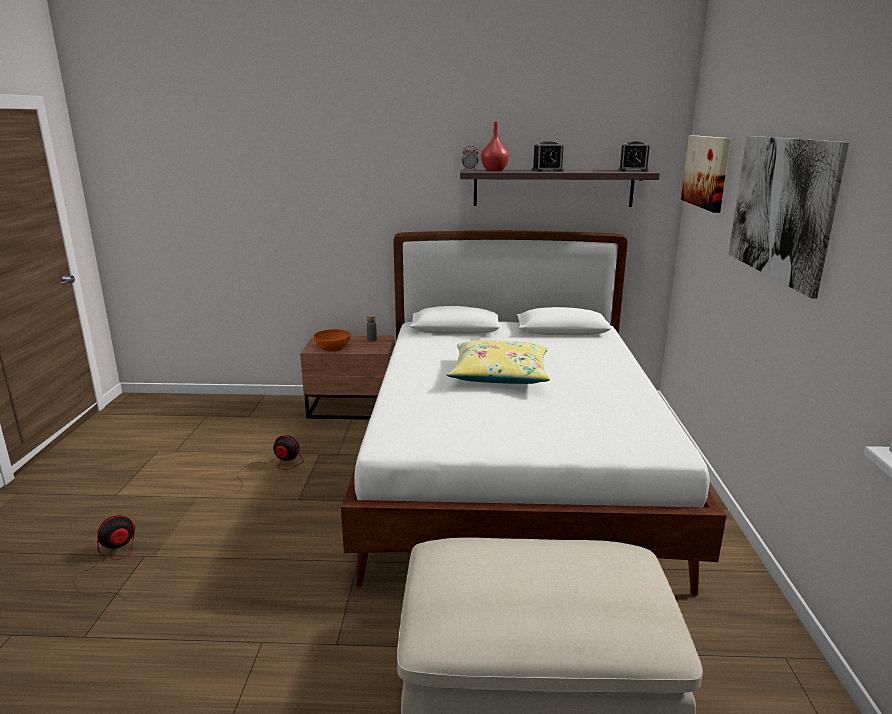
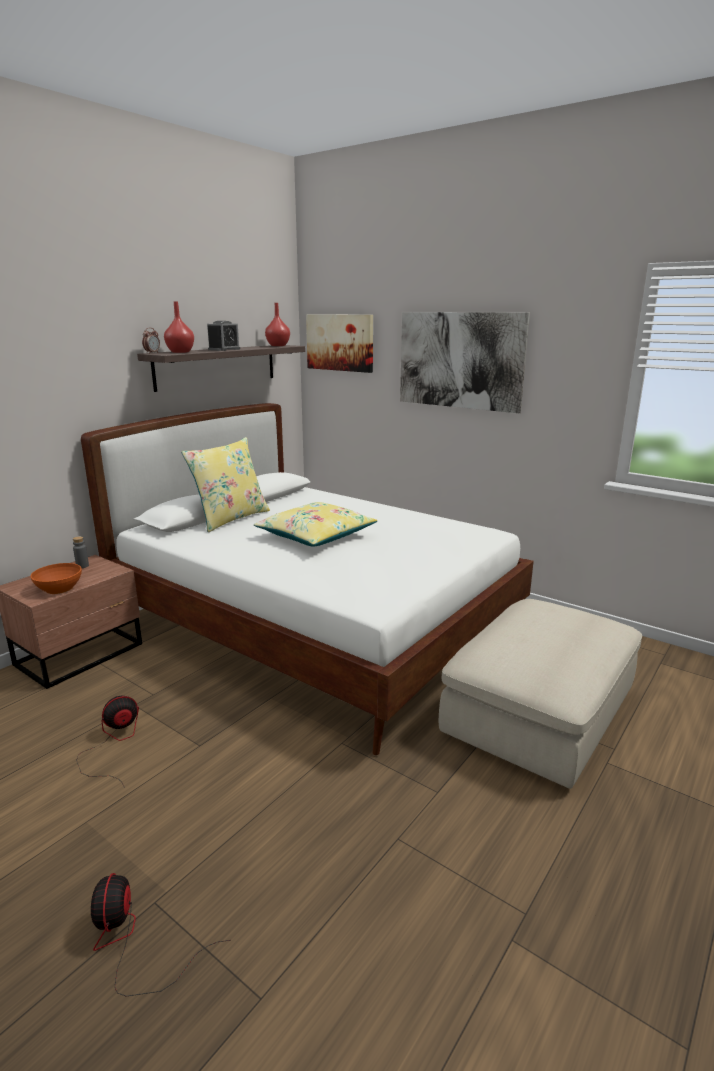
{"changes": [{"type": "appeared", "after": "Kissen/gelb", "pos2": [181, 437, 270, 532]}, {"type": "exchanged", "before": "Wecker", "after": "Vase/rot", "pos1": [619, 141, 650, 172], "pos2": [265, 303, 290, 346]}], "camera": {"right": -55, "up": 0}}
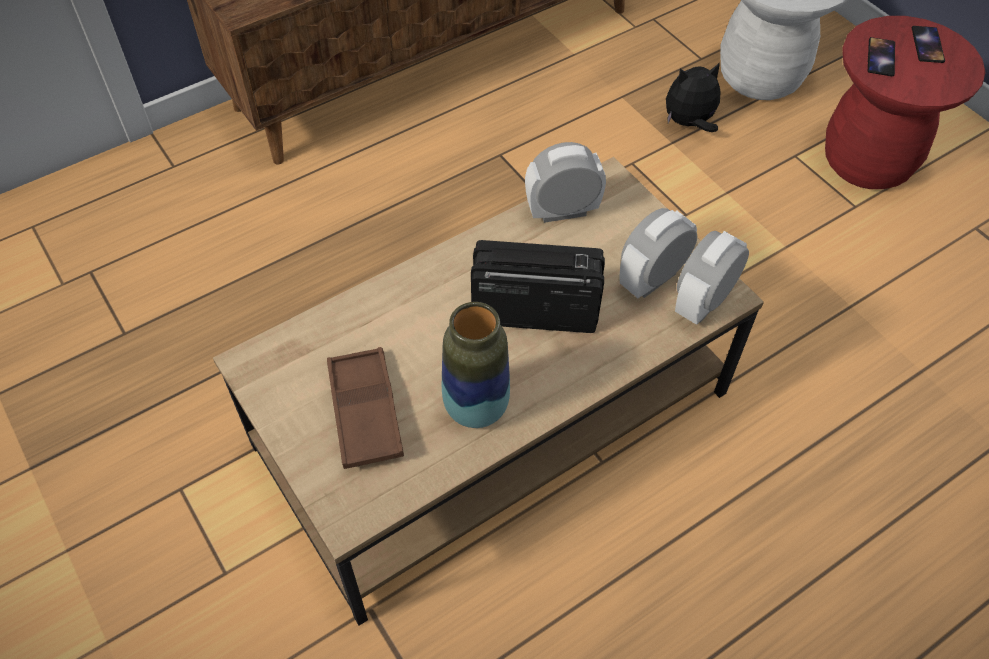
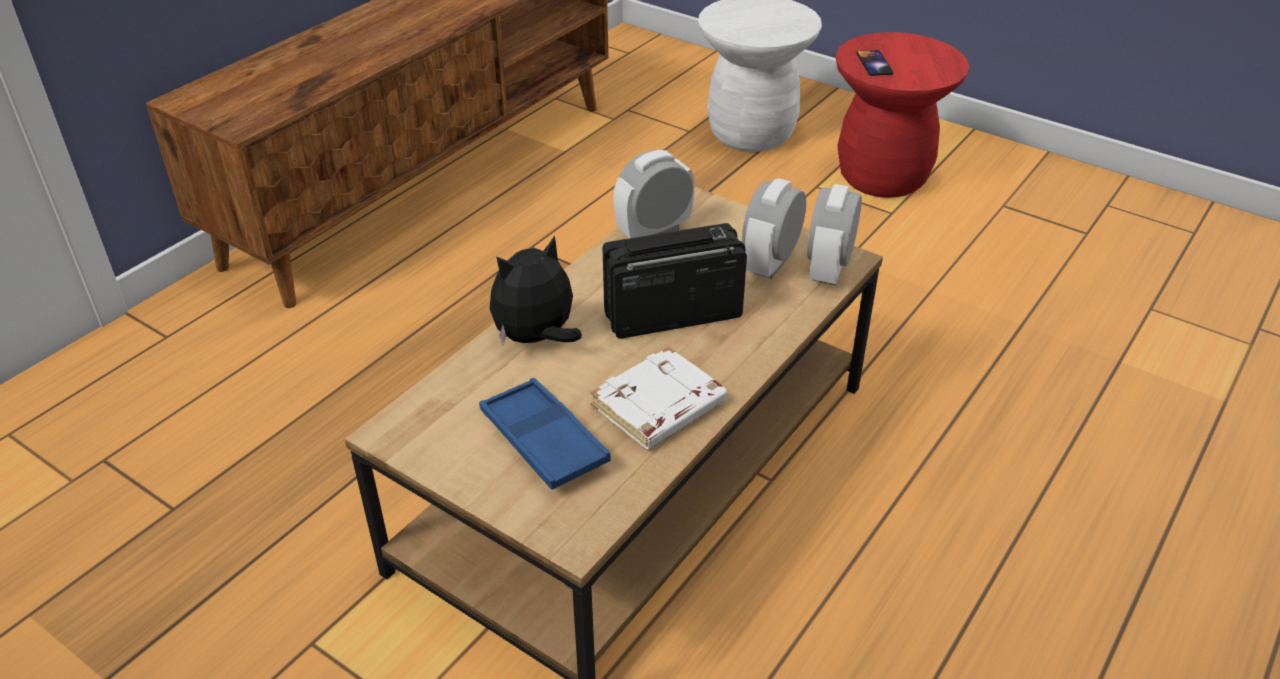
{"changes": [{"type": "missing", "before": "Handy", "pos1": [912, 26, 945, 63]}, {"type": "relocated", "before": "Plüschtier", "pos1": [666, 62, 721, 132], "pos2": [490, 235, 582, 345]}, {"type": "exchanged", "before": "Vase", "after": "Buch/weiß", "pos1": [442, 302, 510, 428], "pos2": [590, 346, 727, 449]}, {"type": "colour", "before": "Tablett/braun", "after": "Tablett/blau", "pos1": [327, 347, 404, 469], "pos2": [479, 378, 611, 490]}], "camera": {"right": -20, "up": -15}}
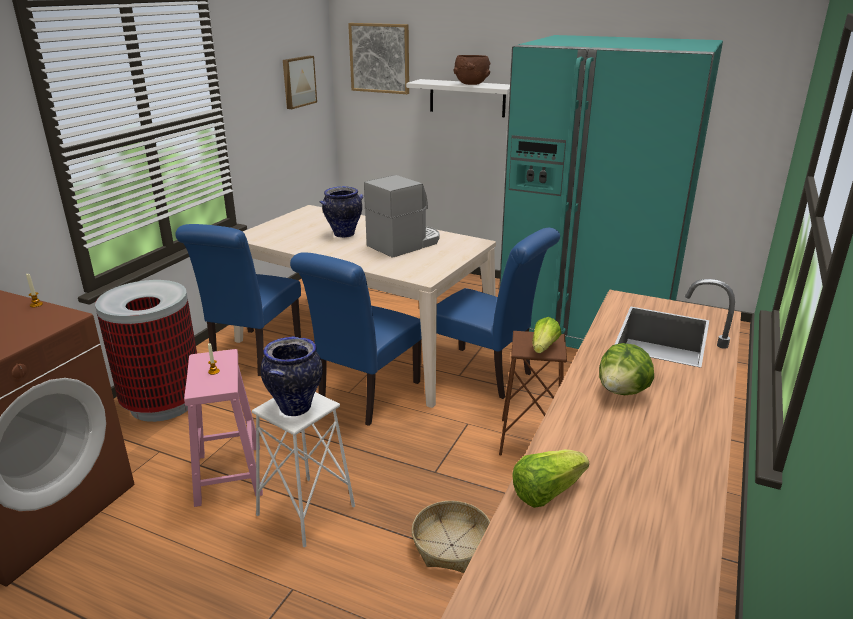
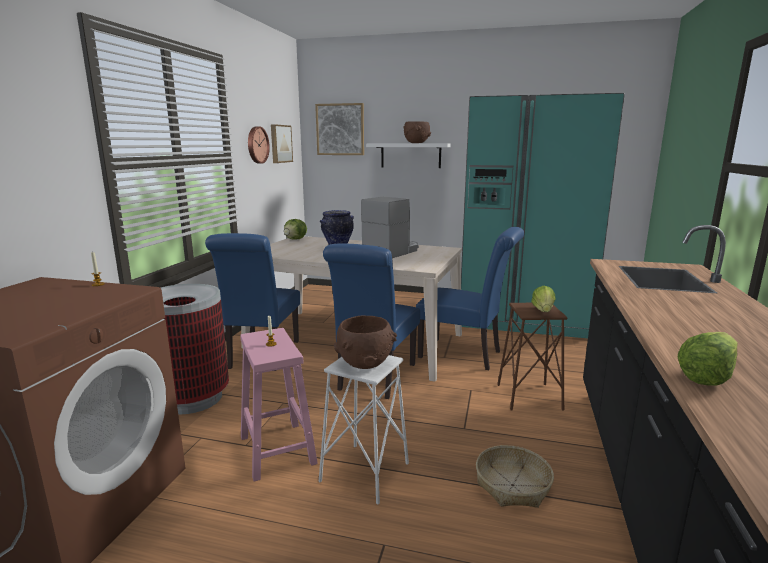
{"changes": [{"type": "appeared", "after": "Wanduhr", "pos2": [248, 127, 270, 164]}, {"type": "relocated", "before": "Salatkopf", "pos1": [599, 343, 654, 395], "pos2": [284, 219, 307, 240]}, {"type": "exchanged", "before": "Vase", "after": "Schüssel/braun", "pos1": [260, 337, 323, 416], "pos2": [334, 316, 397, 369]}], "camera": {"right": -10, "up": -10}}
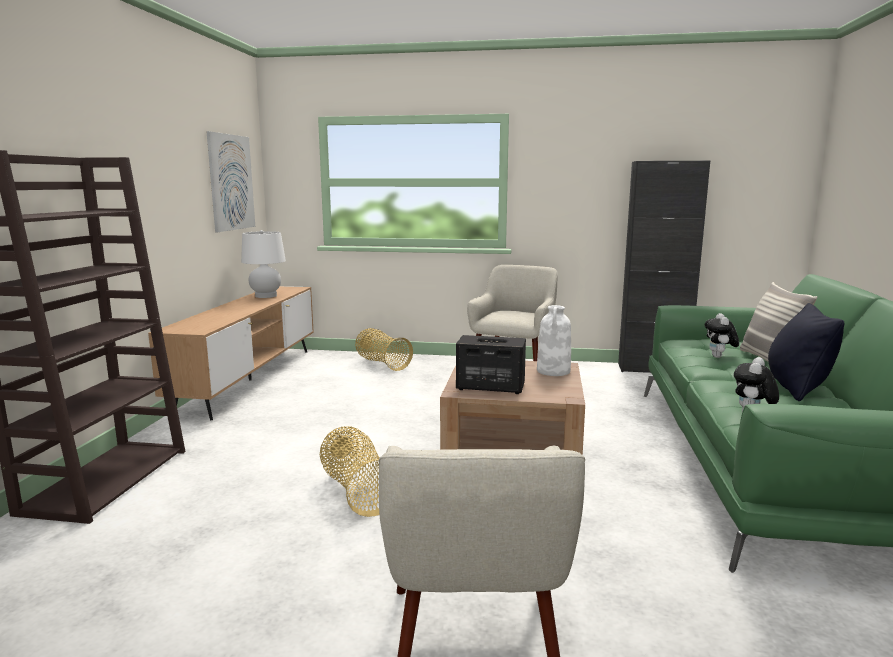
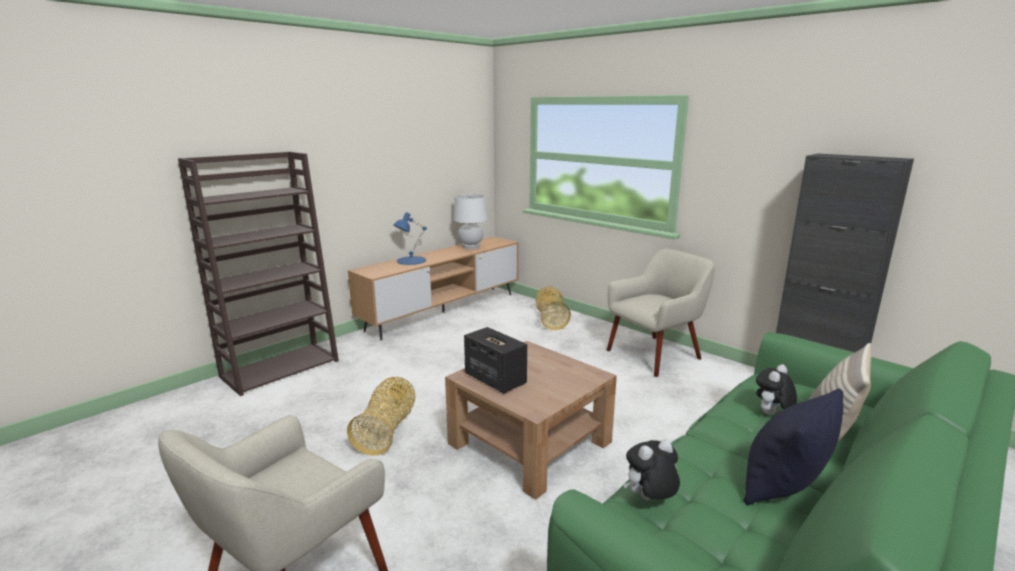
{"changes": [{"type": "missing", "before": "Bild", "pos1": [206, 131, 255, 232]}, {"type": "missing", "before": "Vase/weiß", "pos1": [537, 305, 571, 376]}, {"type": "appeared", "after": "Tischlampe/blau", "pos2": [393, 212, 427, 265]}], "camera": {"right": 35, "up": 5}}
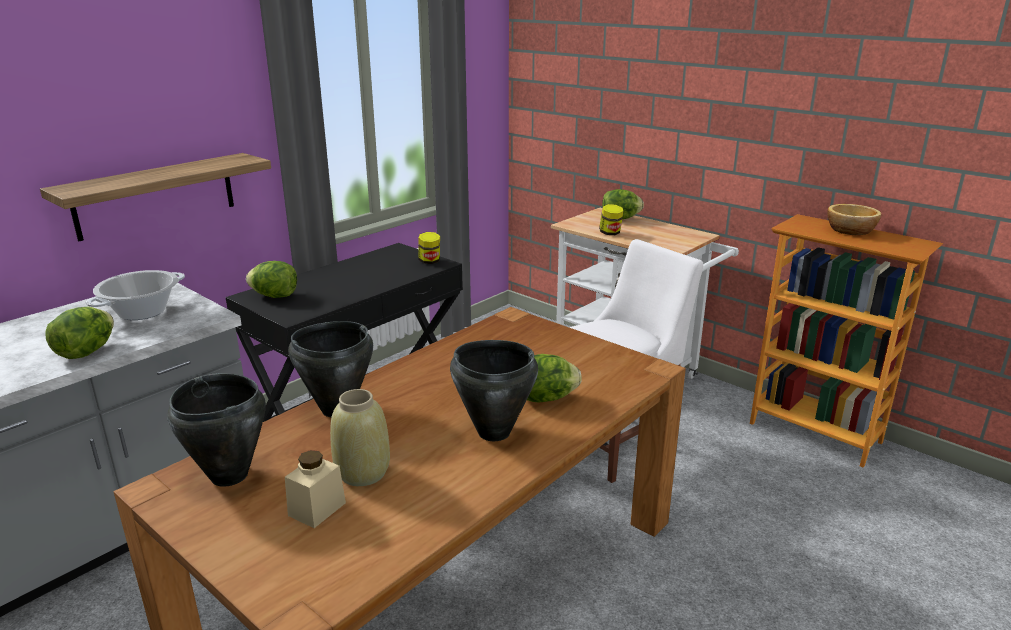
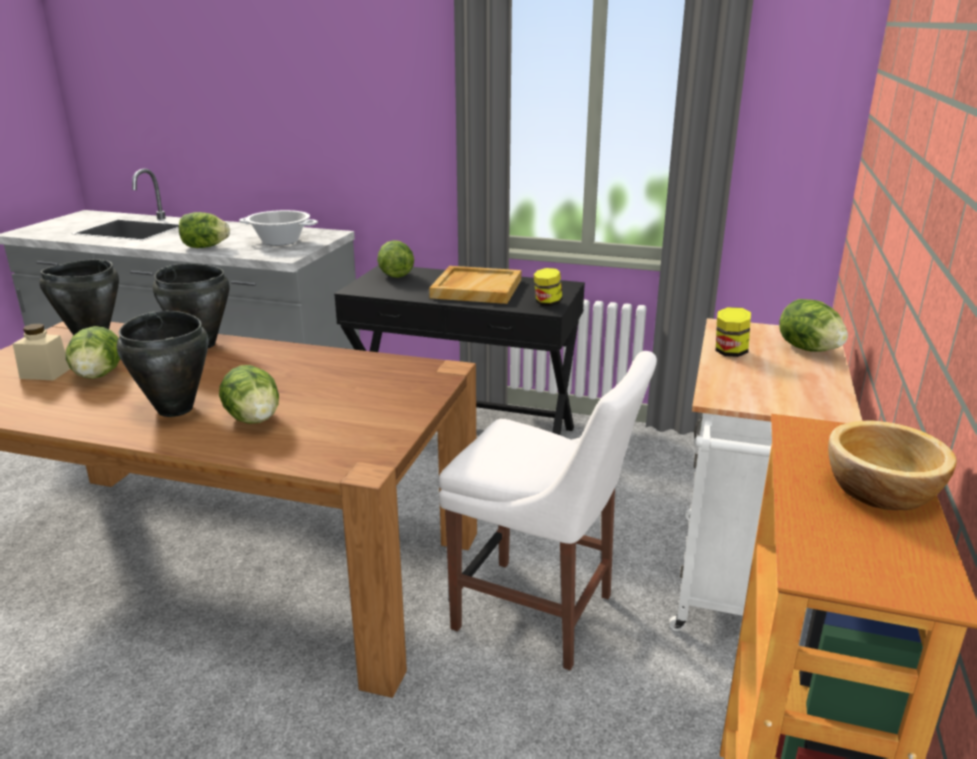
{"changes": [{"type": "missing", "before": "Wandregal", "pos1": [40, 153, 271, 241]}, {"type": "appeared", "after": "Tablett/beige", "pos2": [429, 266, 521, 304]}, {"type": "exchanged", "before": "Vase/beige", "after": "Salatkopf", "pos1": [330, 389, 390, 486], "pos2": [66, 326, 120, 379]}], "camera": {"right": 65, "up": 0}}
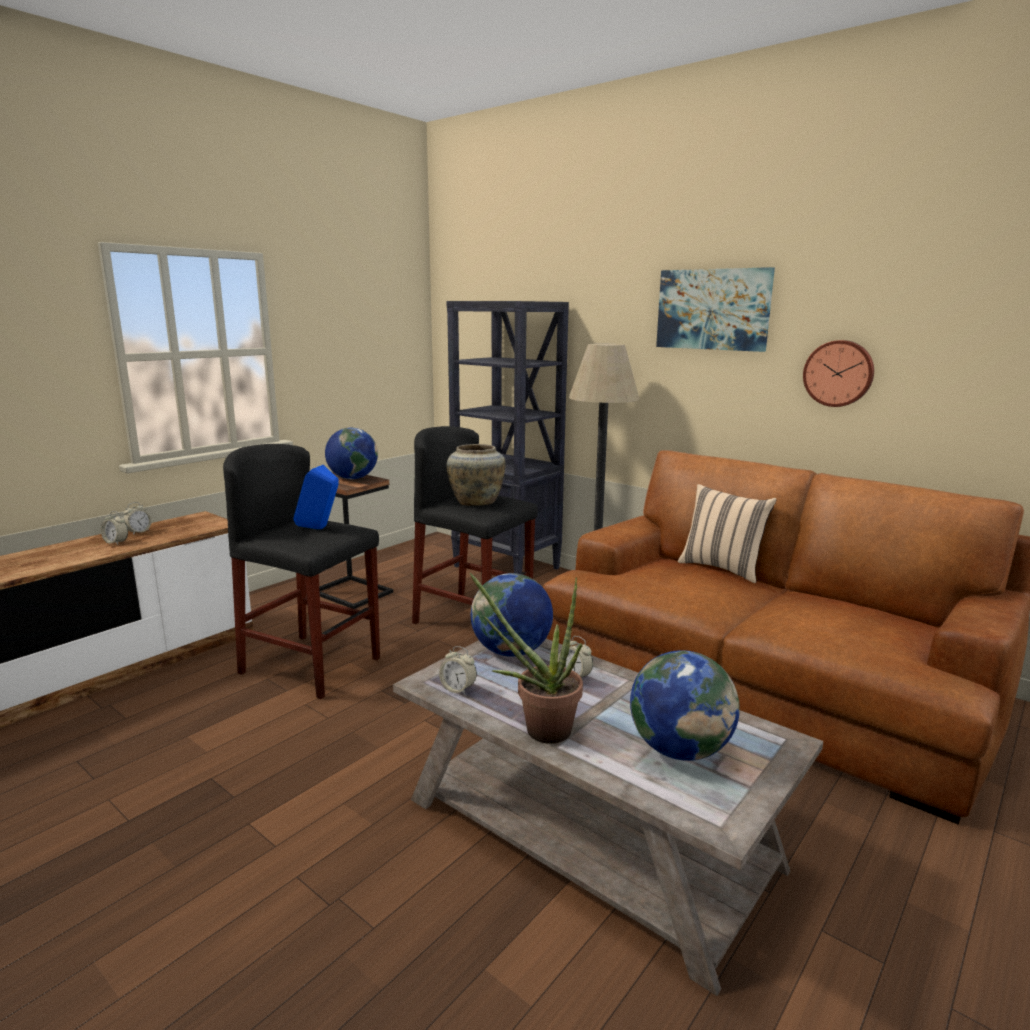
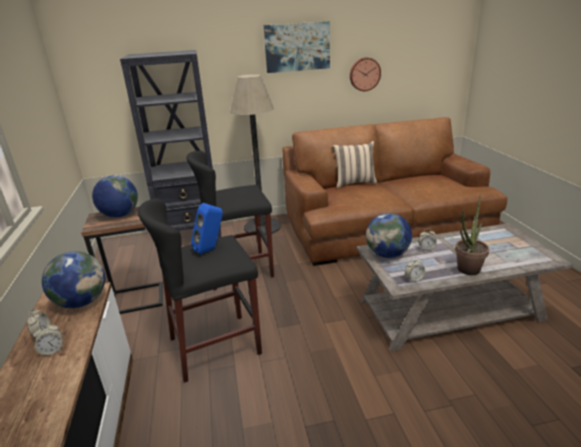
{"changes": [{"type": "missing", "before": "Vase/beige", "pos1": [447, 444, 506, 506]}, {"type": "relocated", "before": "Globus", "pos1": [630, 650, 740, 761], "pos2": [42, 251, 105, 308]}], "camera": {"right": -50, "up": 10}}
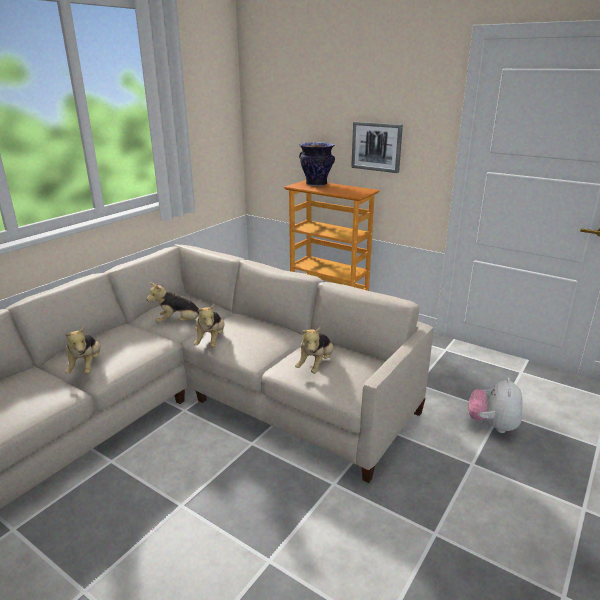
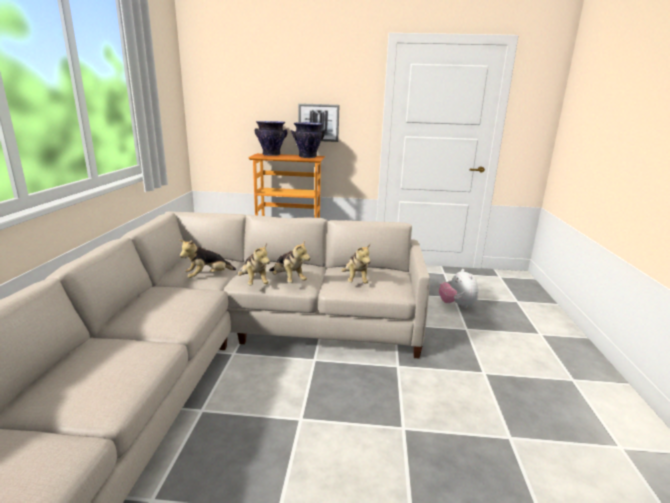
{"changes": [{"type": "appeared", "after": "Vase", "pos2": [291, 122, 325, 158]}, {"type": "relocated", "before": "Plüschtier", "pos1": [65, 326, 101, 374], "pos2": [269, 241, 310, 283]}], "camera": {"right": -30, "up": -5}}
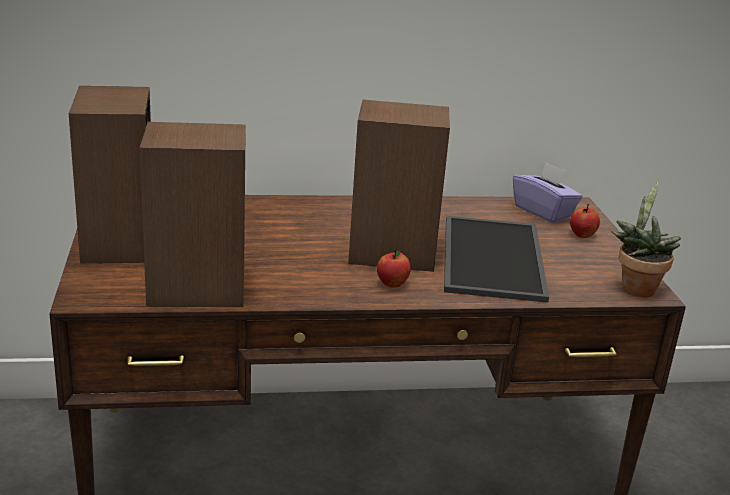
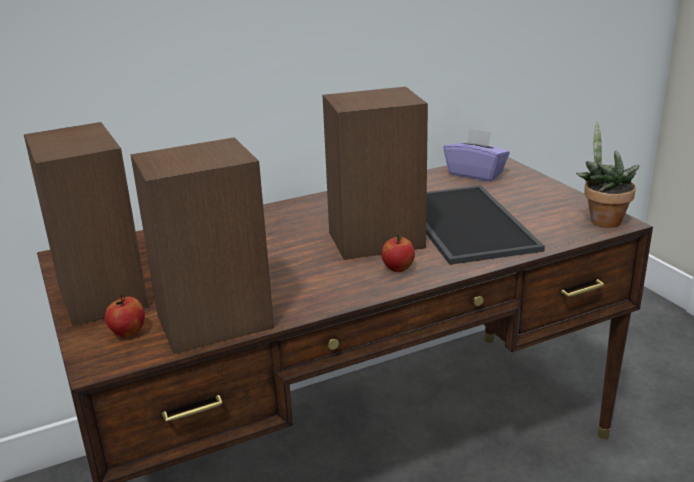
{"changes": [{"type": "relocated", "before": "Apfel", "pos1": [570, 204, 600, 238], "pos2": [105, 294, 145, 337]}], "camera": {"right": -15, "up": 0}}
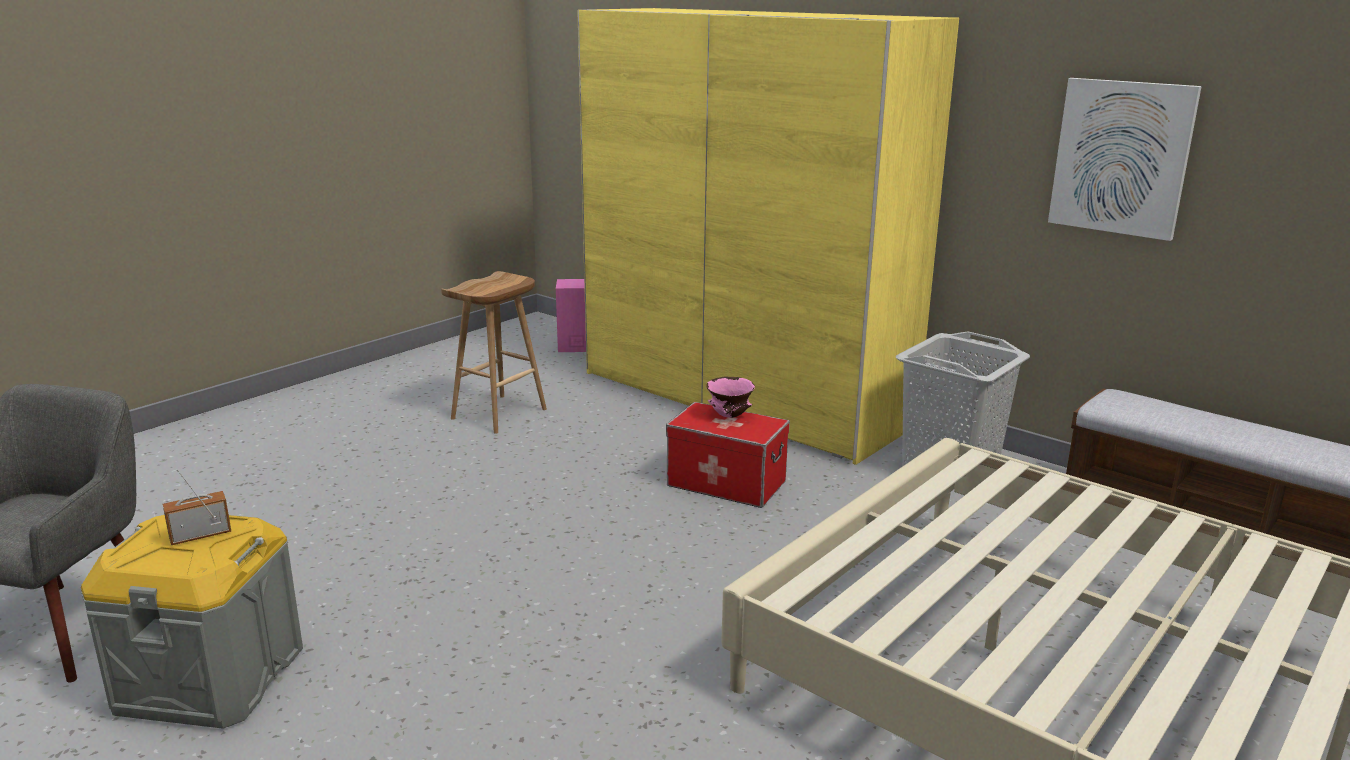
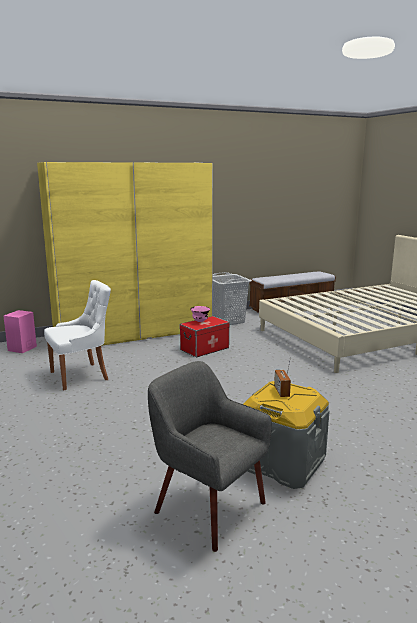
{"changes": [{"type": "missing", "before": "Bild", "pos1": [1048, 78, 1202, 241]}, {"type": "exchanged", "before": "Hocker/braun", "after": "Stuhl/weiß", "pos1": [441, 271, 547, 434], "pos2": [44, 280, 111, 390]}], "camera": {"right": -65, "up": -5}}
